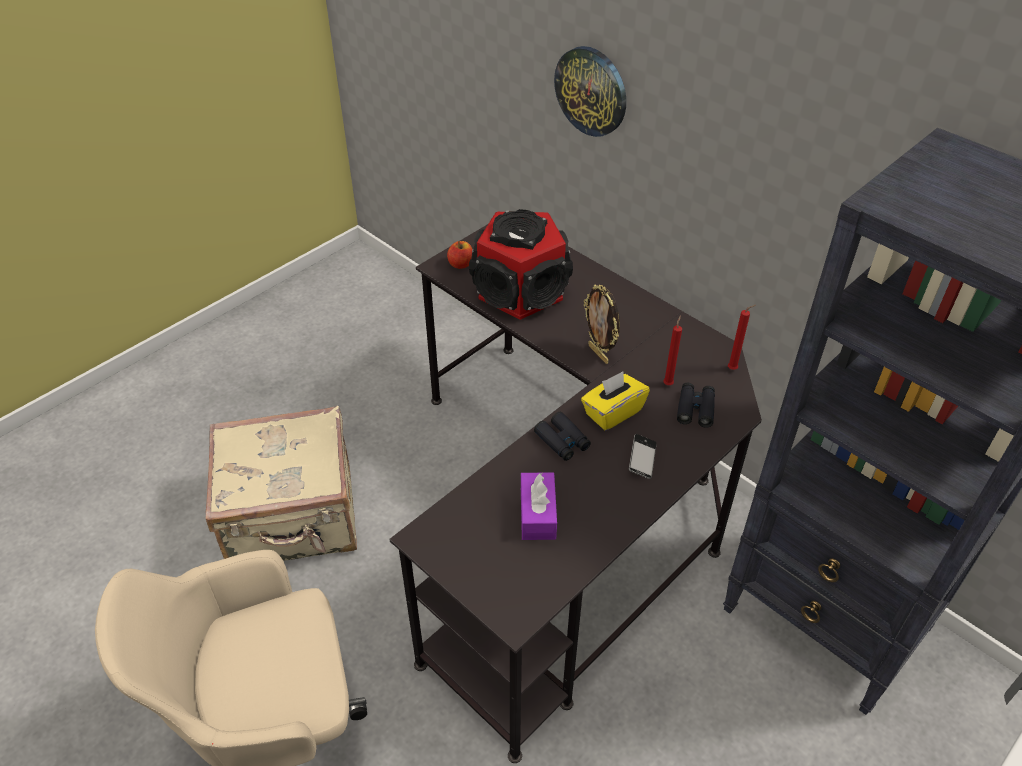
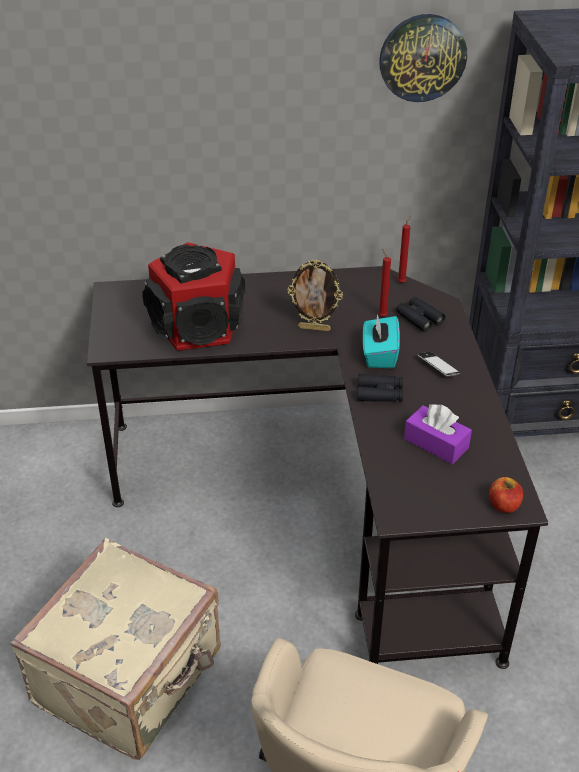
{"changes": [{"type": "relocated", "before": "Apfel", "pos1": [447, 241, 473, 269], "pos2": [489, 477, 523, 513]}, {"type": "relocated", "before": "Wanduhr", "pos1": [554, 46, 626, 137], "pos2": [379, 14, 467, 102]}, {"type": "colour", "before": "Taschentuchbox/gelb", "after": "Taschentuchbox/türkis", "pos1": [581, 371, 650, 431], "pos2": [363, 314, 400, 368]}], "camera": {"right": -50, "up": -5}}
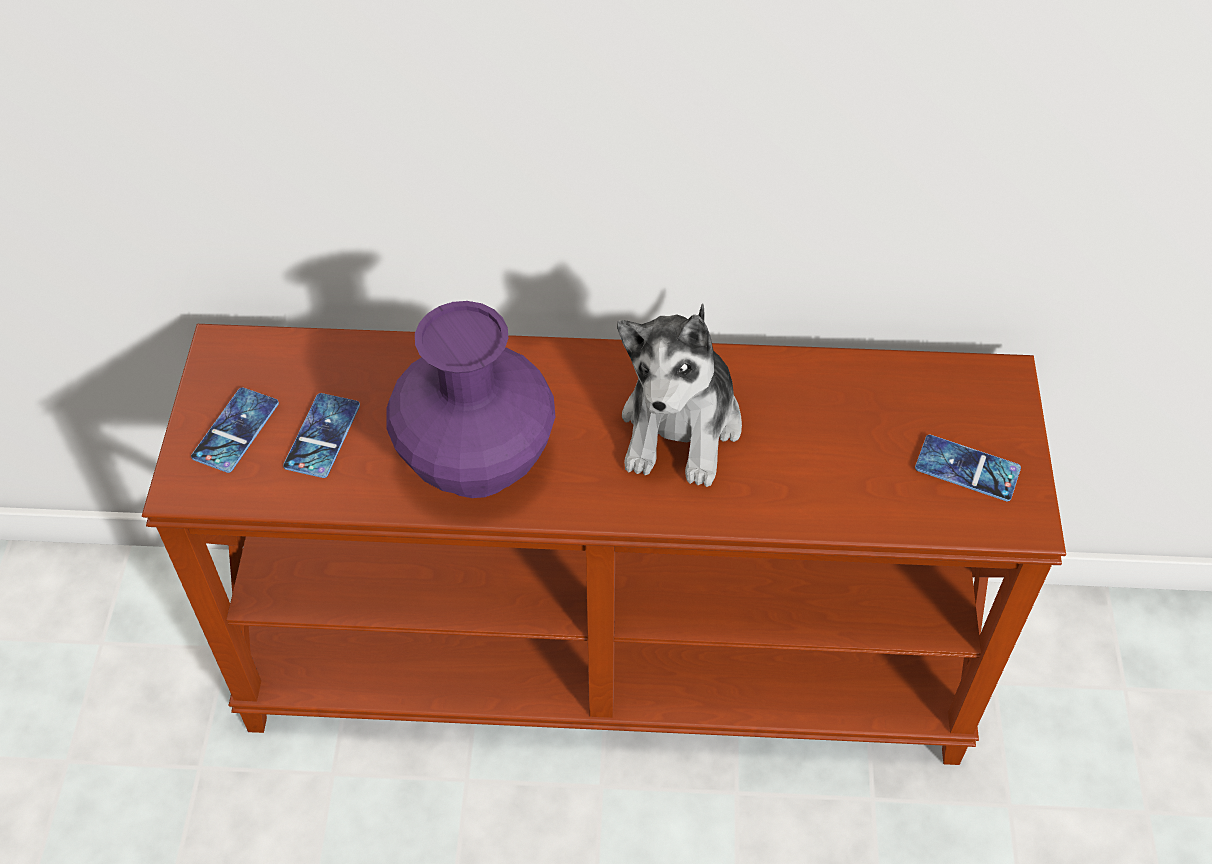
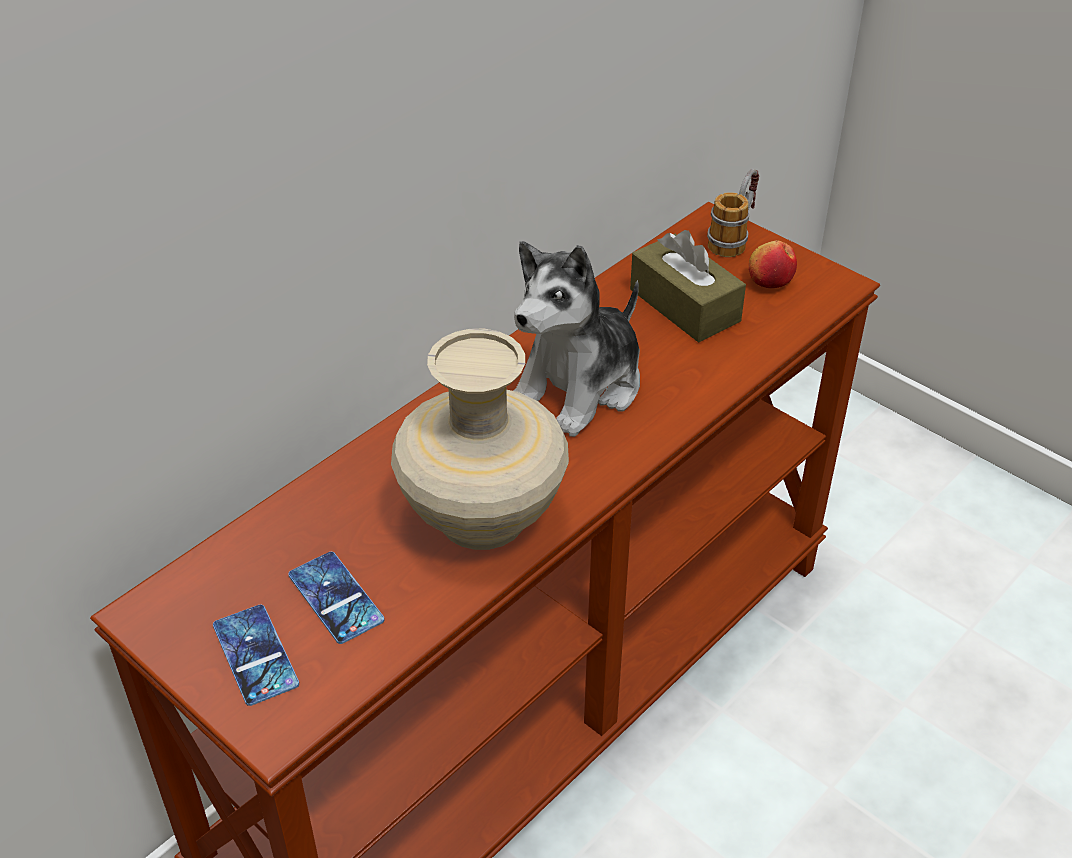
{"changes": [{"type": "appeared", "after": "Taschentuchbox/braun", "pos2": [630, 230, 746, 342]}, {"type": "appeared", "after": "Henkelbecher", "pos2": [707, 169, 759, 257]}, {"type": "exchanged", "before": "Handy", "after": "Apfel", "pos1": [915, 435, 1021, 501], "pos2": [749, 240, 797, 288]}, {"type": "colour", "before": "Vase/lila", "after": "Vase/beige", "pos1": [387, 301, 555, 498], "pos2": [391, 329, 569, 550]}, {"type": "spun", "before": "Plüschtier", "pos1": [617, 303, 742, 487], "pos2": [513, 241, 640, 437], "turn": 75}], "camera": {"right": -50, "up": -10}}
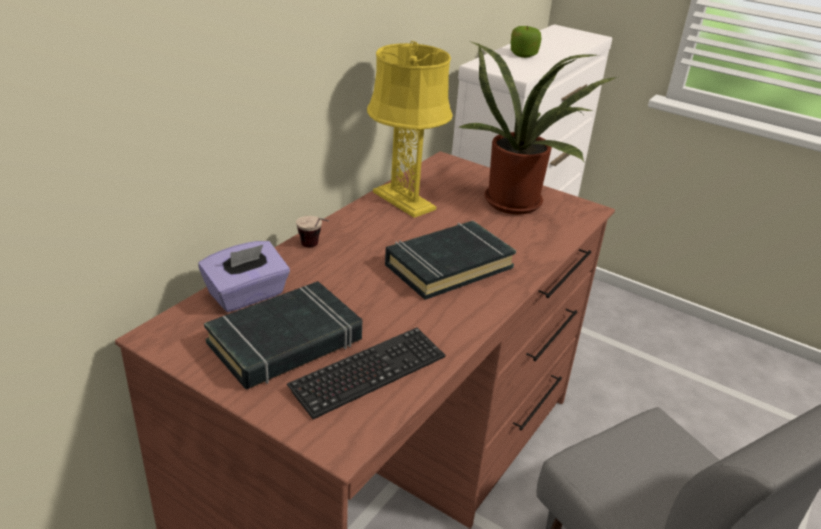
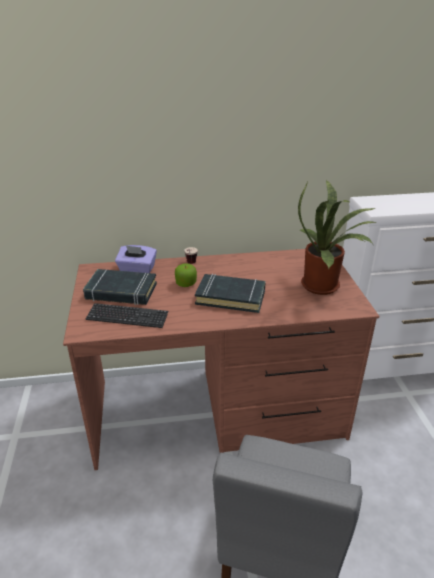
{"changes": [{"type": "missing", "before": "Tischlampe/gelb", "pos1": [367, 41, 453, 218]}, {"type": "relocated", "before": "Apfel", "pos1": [511, 26, 542, 58], "pos2": [175, 263, 197, 287]}], "camera": {"right": 50, "up": 0}}
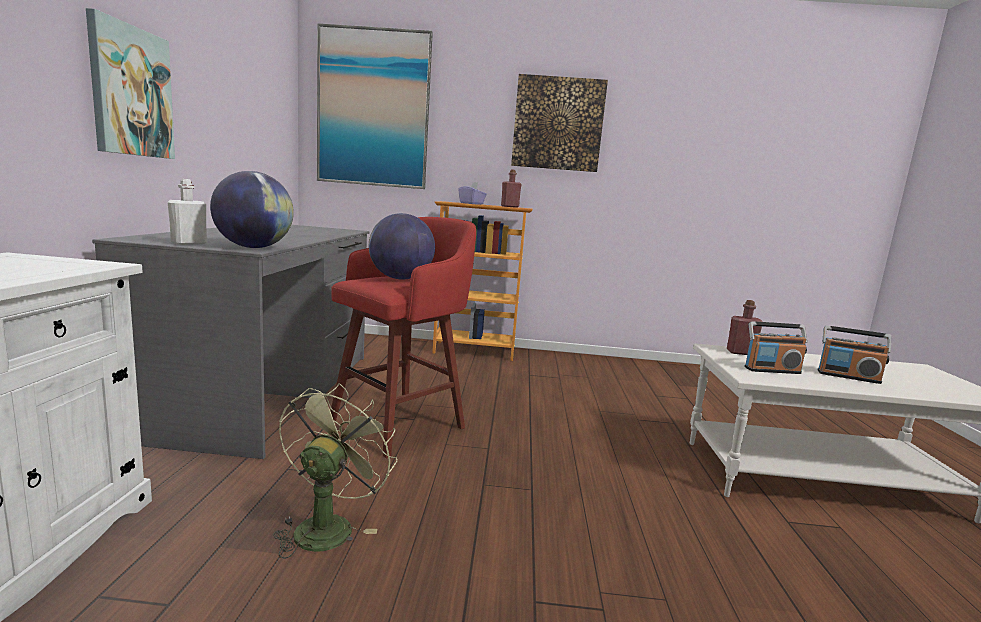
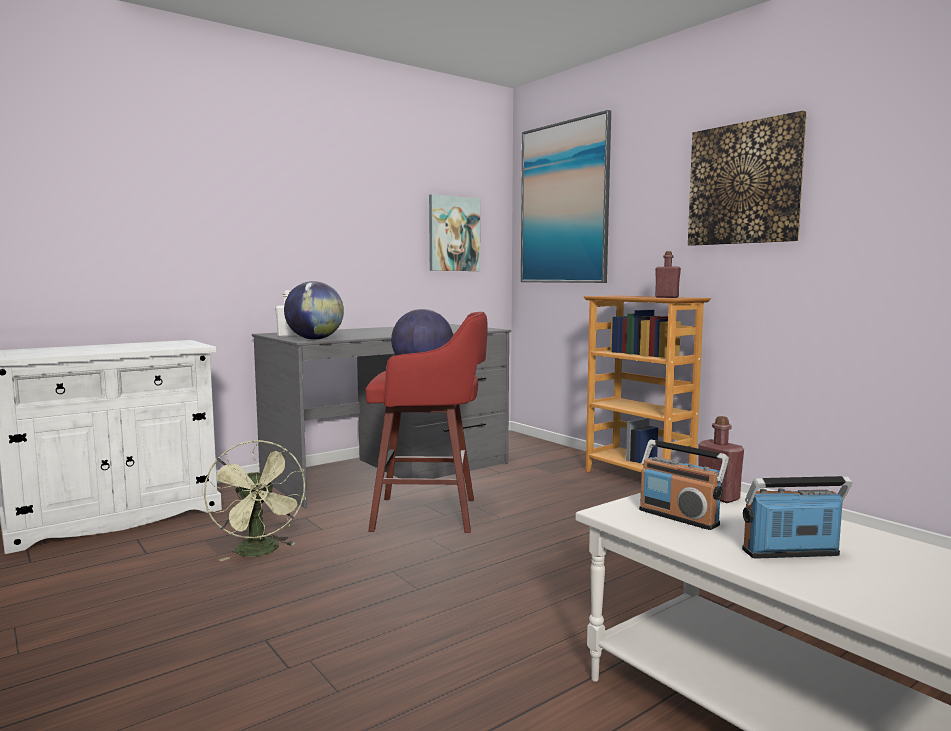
{"changes": [{"type": "missing", "before": "Taschentuchbox/lila", "pos1": [458, 182, 487, 205]}, {"type": "relocated", "before": "Bild", "pos1": [86, 8, 175, 159], "pos2": [429, 194, 480, 271]}, {"type": "spun", "before": "Ventilator/grün", "pos1": [273, 384, 397, 559], "pos2": [204, 440, 306, 561], "turn": 90}, {"type": "spun", "before": "Radio", "pos1": [818, 325, 891, 384], "pos2": [742, 476, 853, 559], "turn": 105}], "camera": {"right": 50, "up": -5}}
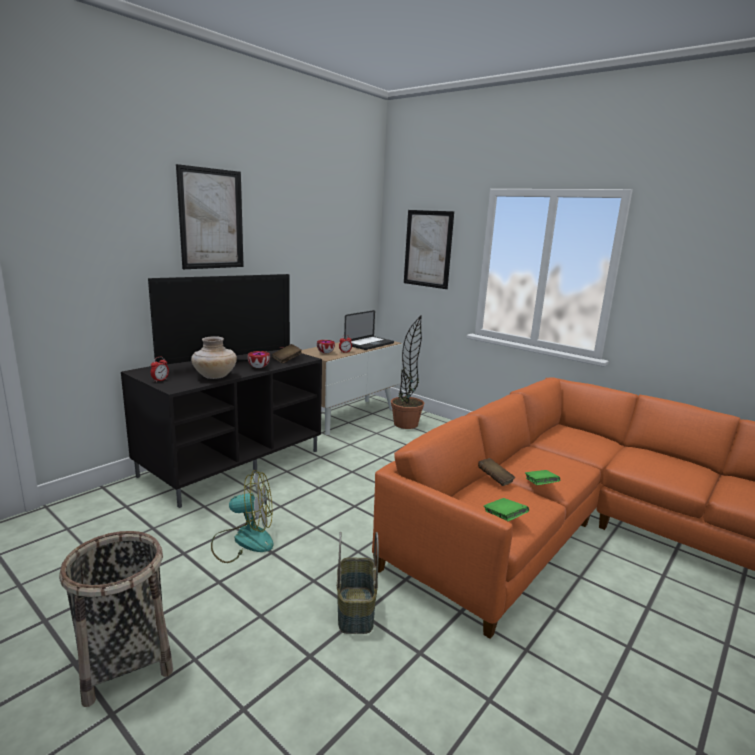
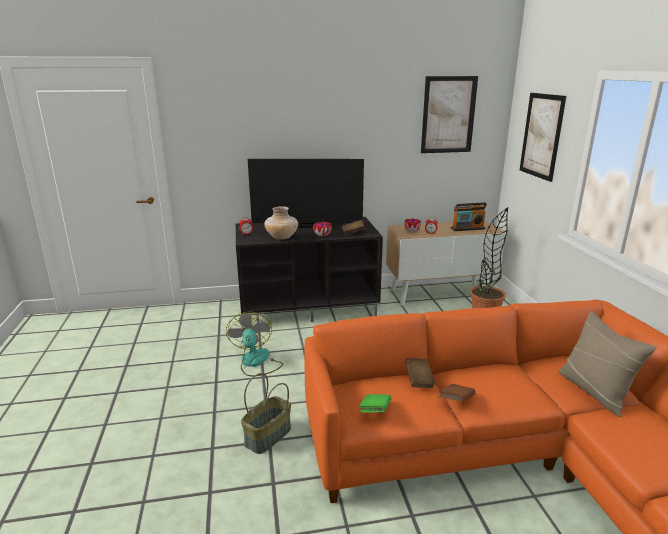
{"changes": [{"type": "missing", "before": "Korb", "pos1": [59, 531, 173, 707]}, {"type": "appeared", "after": "Kissen/beige", "pos2": [559, 311, 656, 417]}, {"type": "relocated", "before": "Bild", "pos1": [176, 164, 244, 269], "pos2": [421, 76, 478, 153]}, {"type": "exchanged", "before": "Laptop", "after": "Radio", "pos1": [344, 310, 394, 350], "pos2": [451, 202, 487, 231]}, {"type": "colour", "before": "Buch/grün", "after": "Buch/braun", "pos1": [525, 470, 560, 485], "pos2": [439, 384, 476, 402]}, {"type": "spun", "before": "Ventilator", "pos1": [211, 470, 274, 563], "pos2": [226, 312, 283, 376], "turn": -135}], "camera": {"right": 40, "up": 5}}
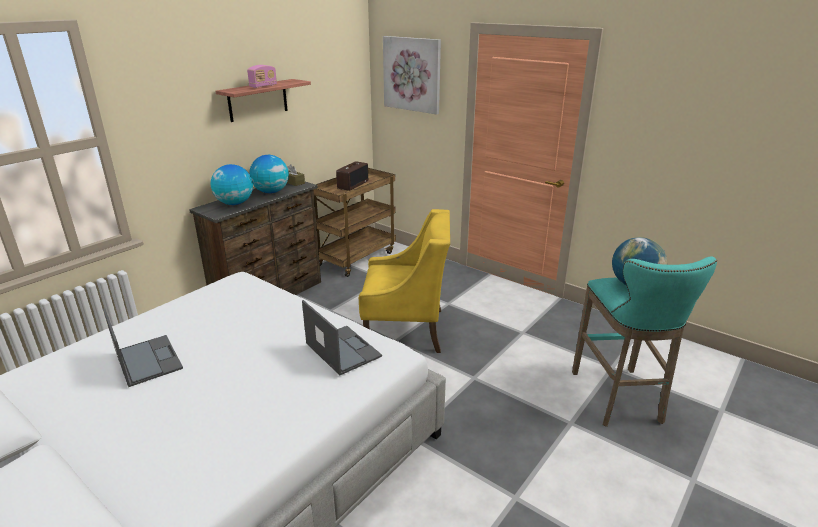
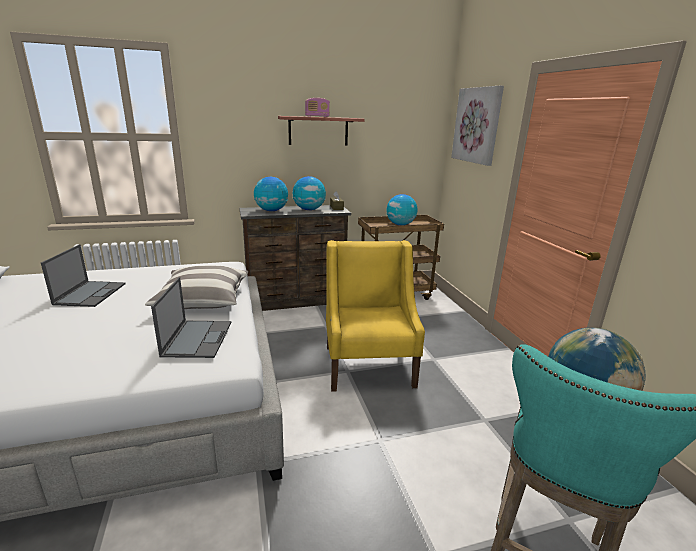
{"changes": [{"type": "appeared", "after": "Kissen", "pos2": [145, 266, 248, 309]}, {"type": "exchanged", "before": "Radio", "after": "Globus", "pos1": [336, 161, 368, 191], "pos2": [386, 194, 418, 225]}, {"type": "spun", "before": "Sessel/gelb", "pos1": [359, 209, 450, 353], "pos2": [326, 240, 425, 392], "turn": -135}], "camera": {"right": 35, "up": -5}}
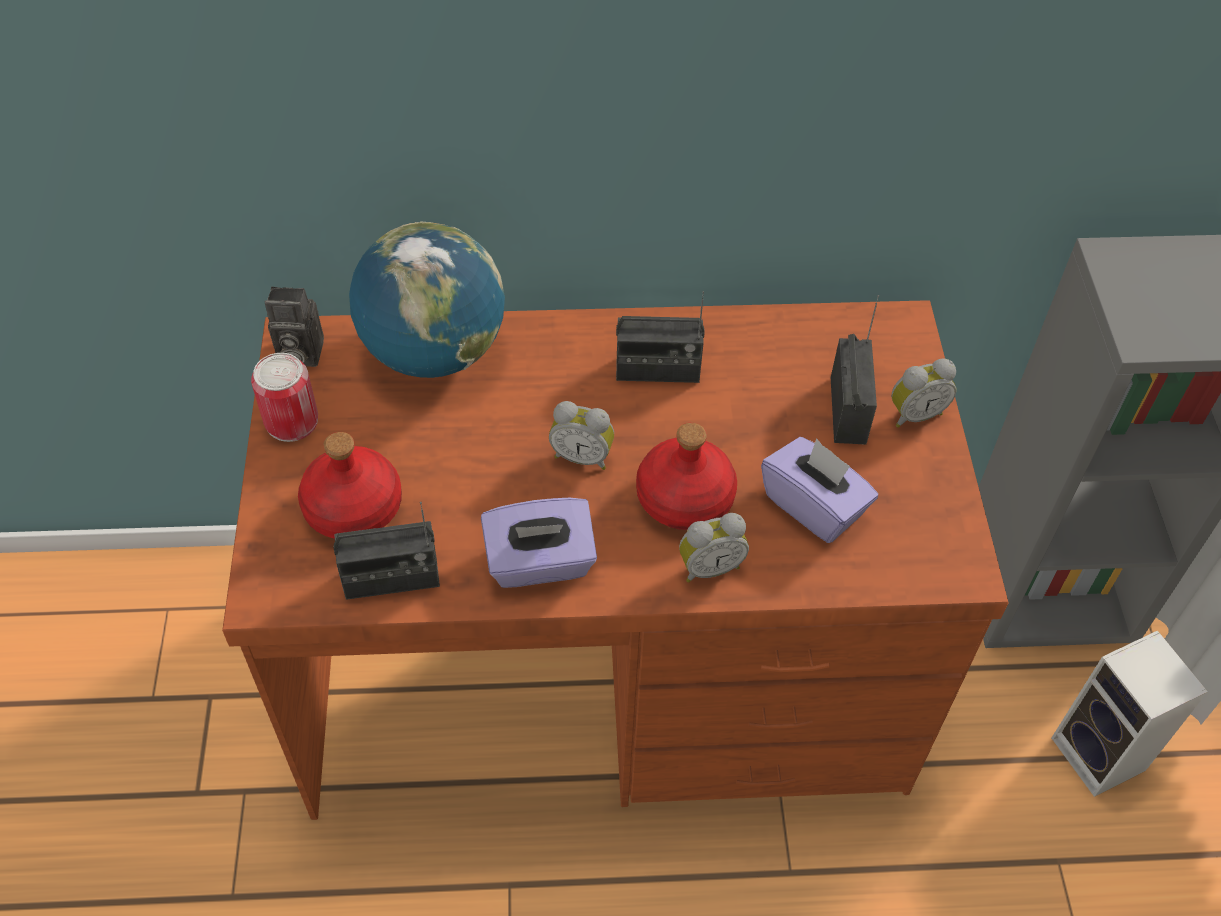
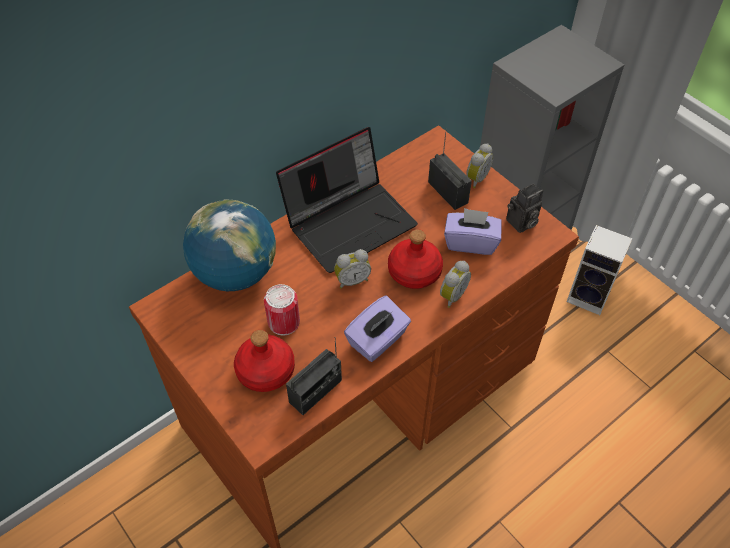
{"changes": [{"type": "relocated", "before": "Dose", "pos1": [251, 353, 318, 442], "pos2": [264, 284, 300, 336]}, {"type": "relocated", "before": "Kamera", "pos1": [265, 287, 324, 367], "pos2": [506, 183, 543, 233]}, {"type": "exchanged", "before": "Radio", "after": "Laptop", "pos1": [616, 291, 705, 383], "pos2": [276, 127, 418, 273]}], "camera": {"right": -35, "up": 0}}
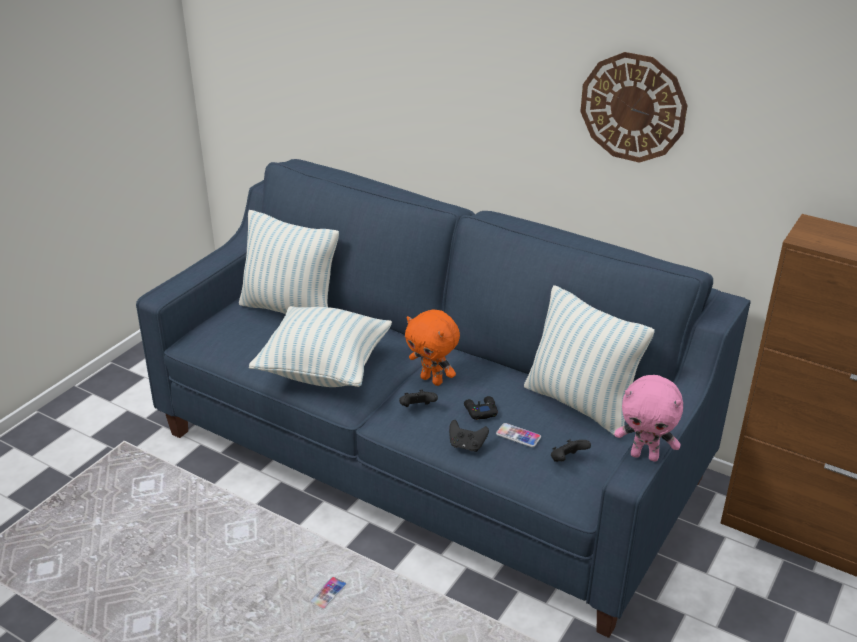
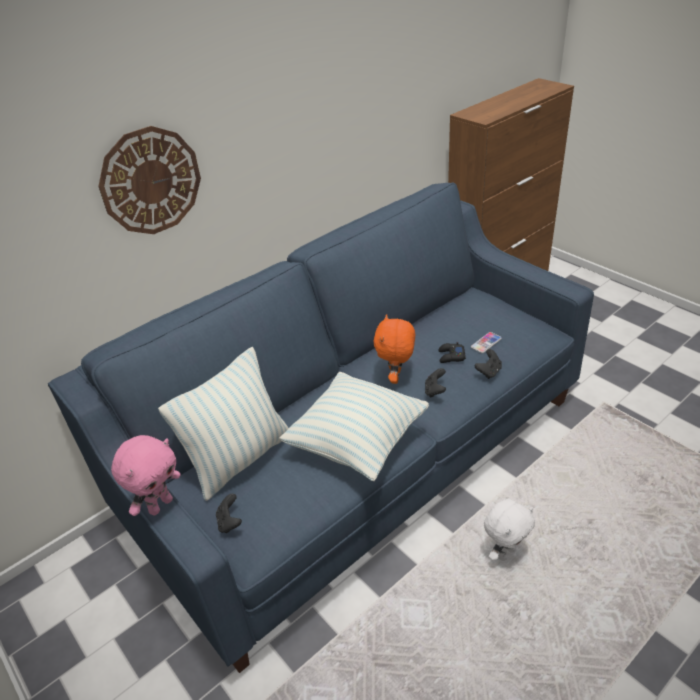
{"changes": [{"type": "missing", "before": "Kissen", "pos1": [524, 285, 655, 436]}, {"type": "relocated", "before": "Gamepad/schwarz", "pos1": [551, 439, 591, 462], "pos2": [216, 494, 242, 533]}, {"type": "relocated", "before": "Wanduhr", "pos1": [580, 52, 687, 163], "pos2": [98, 126, 201, 234]}, {"type": "relocated", "before": "Plüschtier/rosa", "pos1": [614, 375, 683, 462], "pos2": [111, 435, 181, 516]}, {"type": "exchanged", "before": "Handy", "after": "Plüschtier/weiß", "pos1": [310, 577, 347, 610], "pos2": [484, 499, 535, 561]}, {"type": "spun", "before": "Plüschtier/orange", "pos1": [405, 310, 460, 386], "pos2": [373, 314, 415, 384], "turn": 135}], "camera": {"right": -70, "up": 5}}
